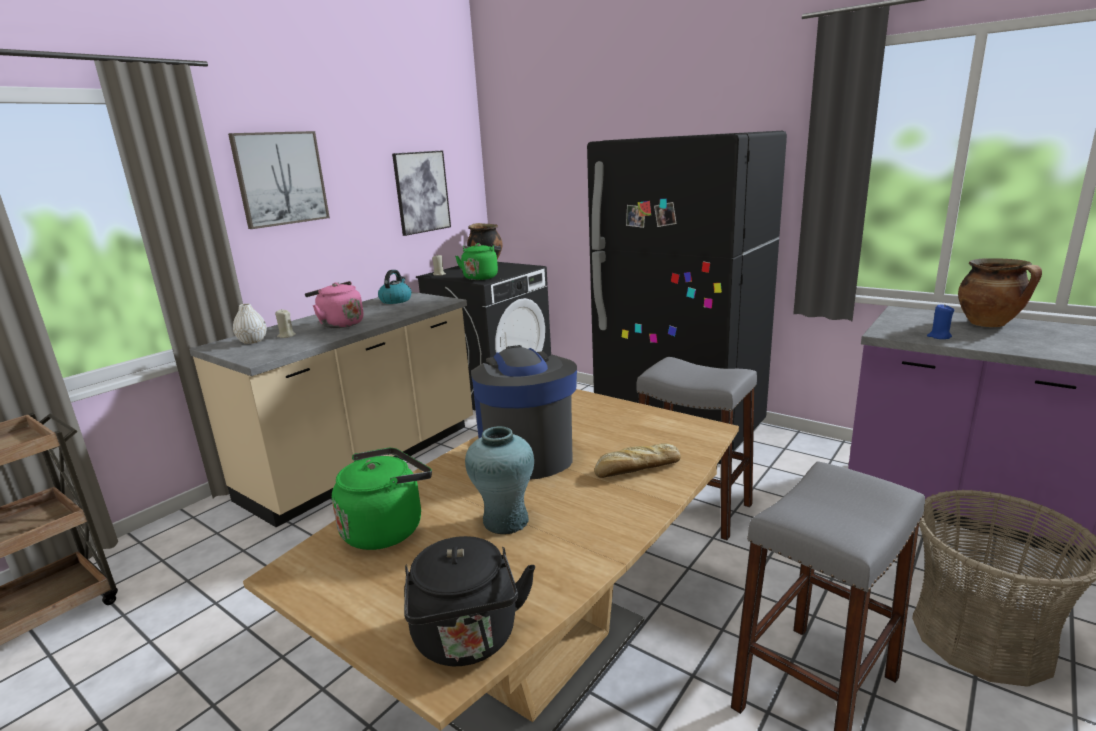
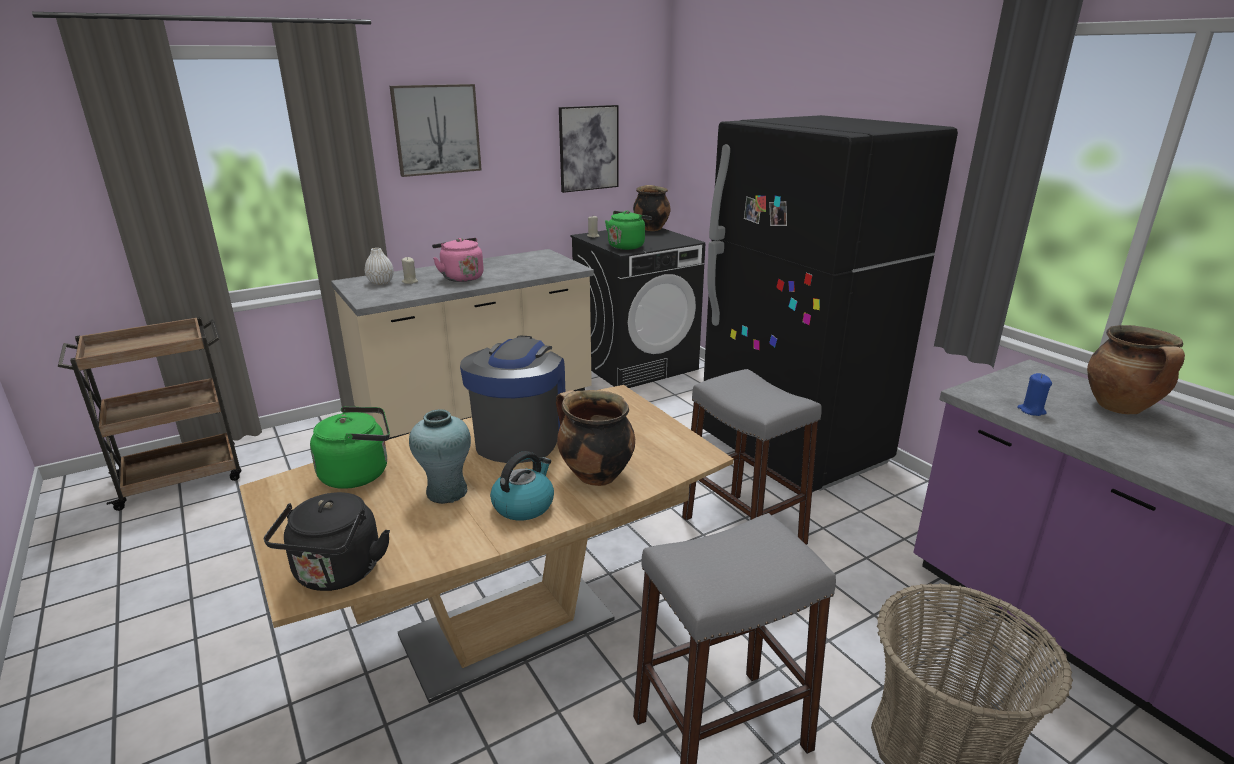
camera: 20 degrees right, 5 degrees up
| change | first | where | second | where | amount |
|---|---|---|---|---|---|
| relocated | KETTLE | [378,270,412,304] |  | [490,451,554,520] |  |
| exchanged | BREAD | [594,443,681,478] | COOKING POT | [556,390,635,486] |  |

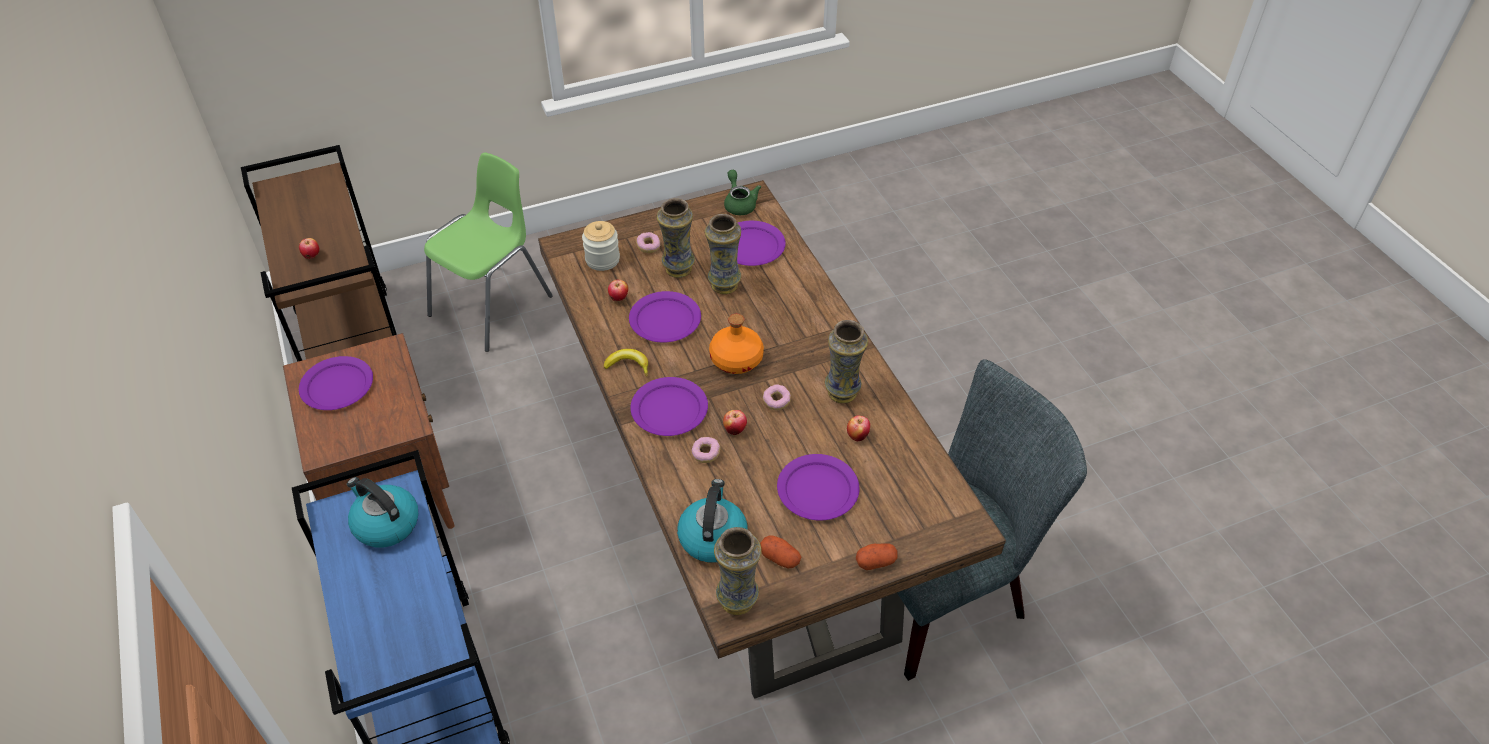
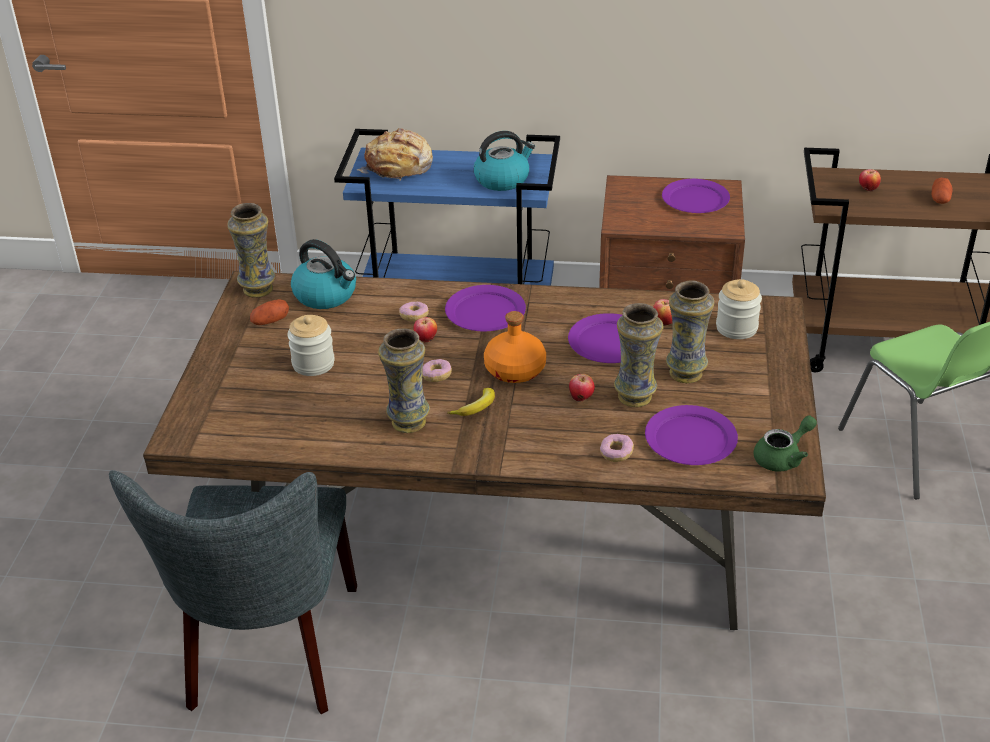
camera: 120 degrees right, 10 degrees down
| change | first | where | second | where | amount |
|---|---|---|---|---|---|
| appeared |  |  | BREAD | [357,128,433,181] |  |
| relocated | BANANA | [604,349,648,376] |  | [447,388,495,416] |  |
| relocated | DONUT | [636,232,660,253] |  | [600,434,634,462] |  |
| relocated | APPLE | [847,415,870,441] |  | [569,374,595,402] |  |
| relocated | POTATO | [856,543,898,570] |  | [932,178,952,204] |  |
| exchanged | PURPLE PLATE | [777,454,860,521] | JAR | [287,315,335,376] |  |
| spun | GREEN TEAPOT | [724,170,761,215] |  | [754,416,817,472] | 45 degrees counterclockwise |

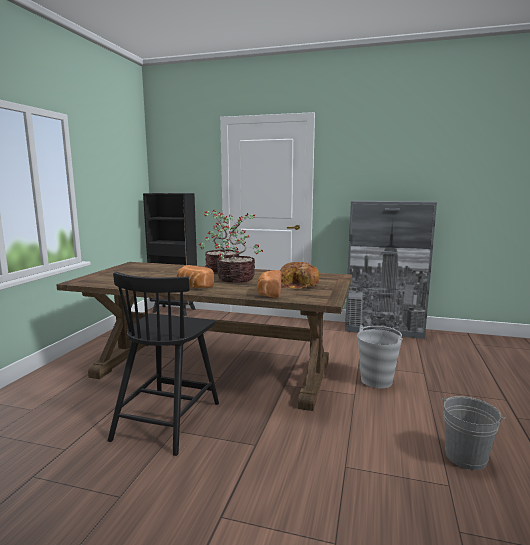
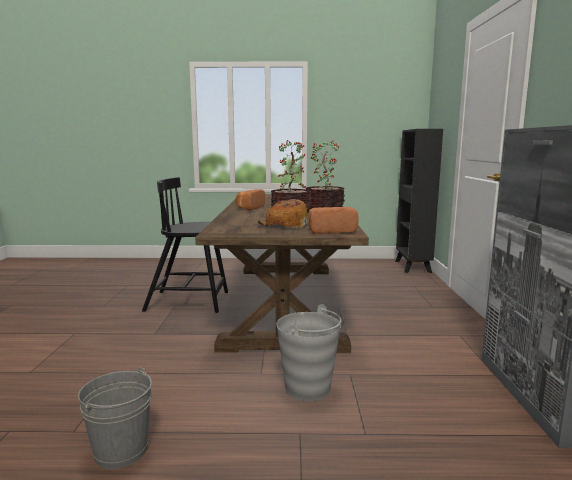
camera: 75 degrees right, 0 degrees up
| change | first | where | second | where | amount |
|---|---|---|---|---|---|
| relocated | BREAD | [257,270,281,298] |  | [308,207,359,234] |  |

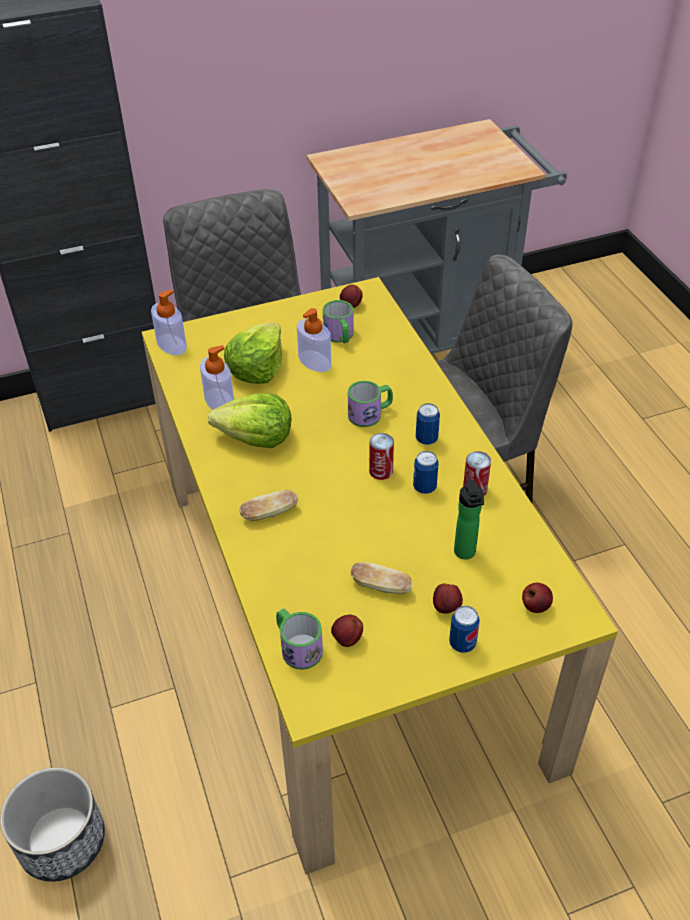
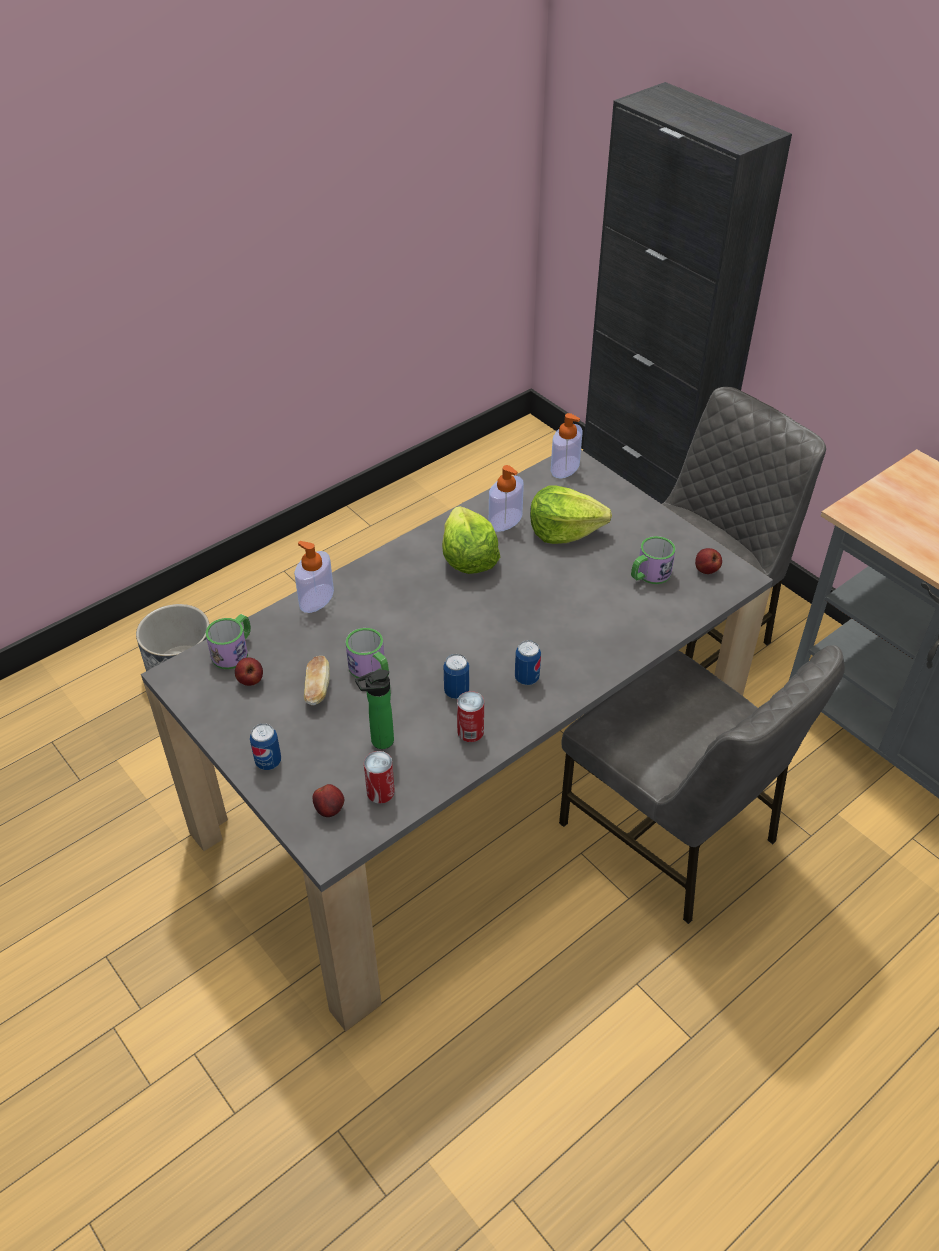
camera: 70 degrees right, 0 degrees up
| change | first | where | second | where | amount |
|---|---|---|---|---|---|
| missing | BREAD | [239,489,298,521] |  |  |  |
| missing | APPLE | [433,584,463,614] |  |  |  |
| relocated | SOAP DISPENSER | [297,308,331,372] |  | [294,541,334,613] |  |
| relocated | MUG | [348,381,393,427] |  | [345,628,389,678] |  |
| relocated | CAN | [369,433,394,480] |  | [364,751,395,804] |  |
| colour | YELLOW DINING TABLE | [142,277,618,874] | GREY DINING TABLE | [141,450,773,1031] |  |

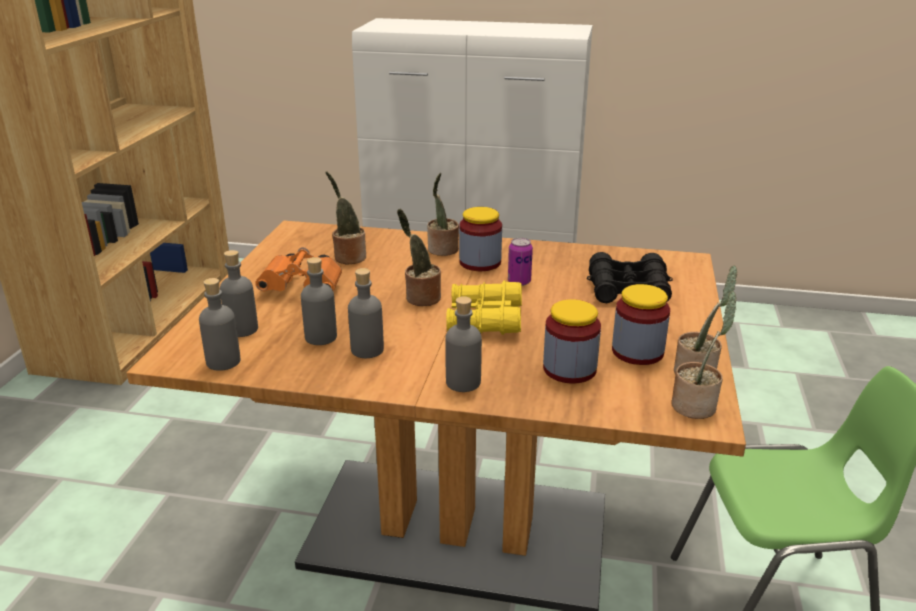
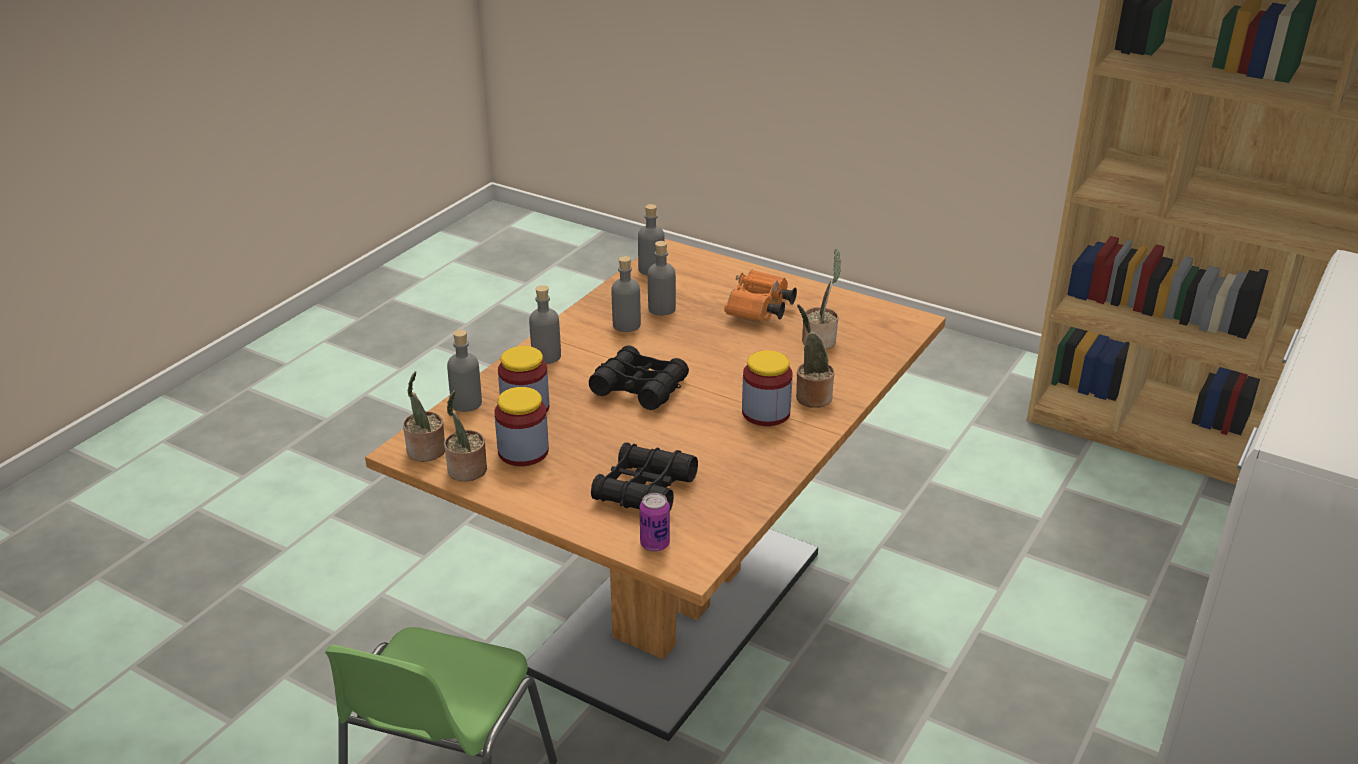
camera: 110 degrees right, 5 degrees up
| change | first | where | second | where | amount |
|---|---|---|---|---|---|
| missing | POTTED PLANT | [397,209,441,306] |  |  |  |
| relocated | GREY BOTTLE | [220,250,258,337] |  | [447,330,482,412] |  |
| relocated | CAN | [508,238,533,286] |  | [640,493,670,552] |  |
| colour | YELLOW BINOCULARS | [446,280,522,335] | BLACK BINOCULARS | [589,345,689,410] |  |

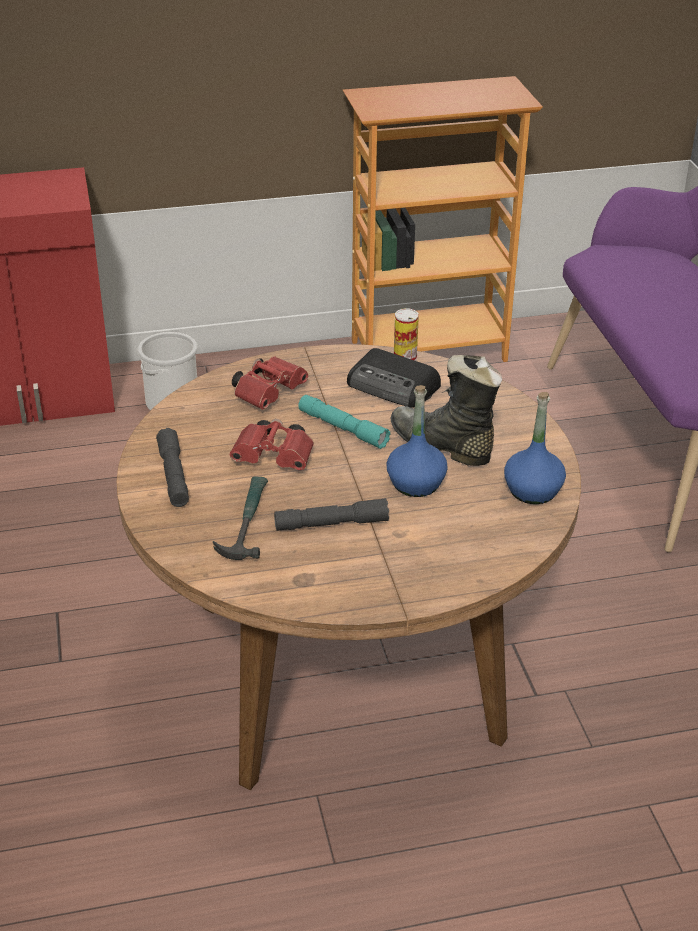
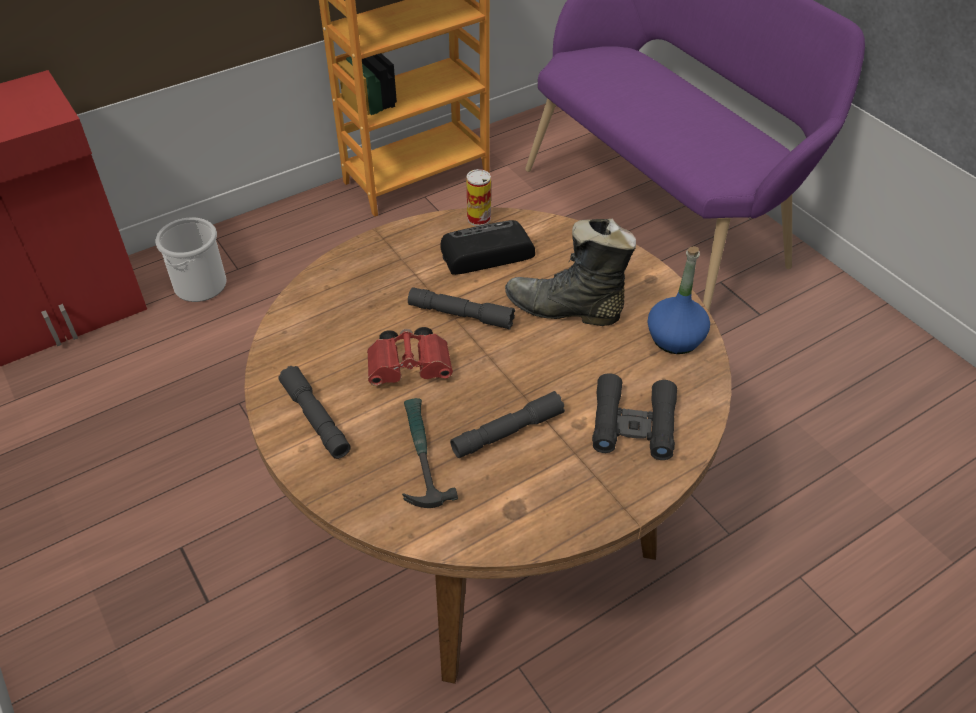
camera: 20 degrees left, 10 degrees up
| change | first | where | second | where | amount |
|---|---|---|---|---|---|
| missing | RED BINOCULARS | [232,356,308,410] |  |  |  |
| missing | BLUE BOTTLE | [387,385,448,497] |  |  |  |
| appeared |  |  | BLACK BINOCULARS | [592,373,677,460] |  |
| colour | TURQUOISE FLASHLIGHT | [298,395,391,449] | GREY FLASHLIGHT | [408,287,515,330] |  |
| spun | RADIO | [347,348,441,408] |  | [441,220,535,275] | 150 degrees clockwise |

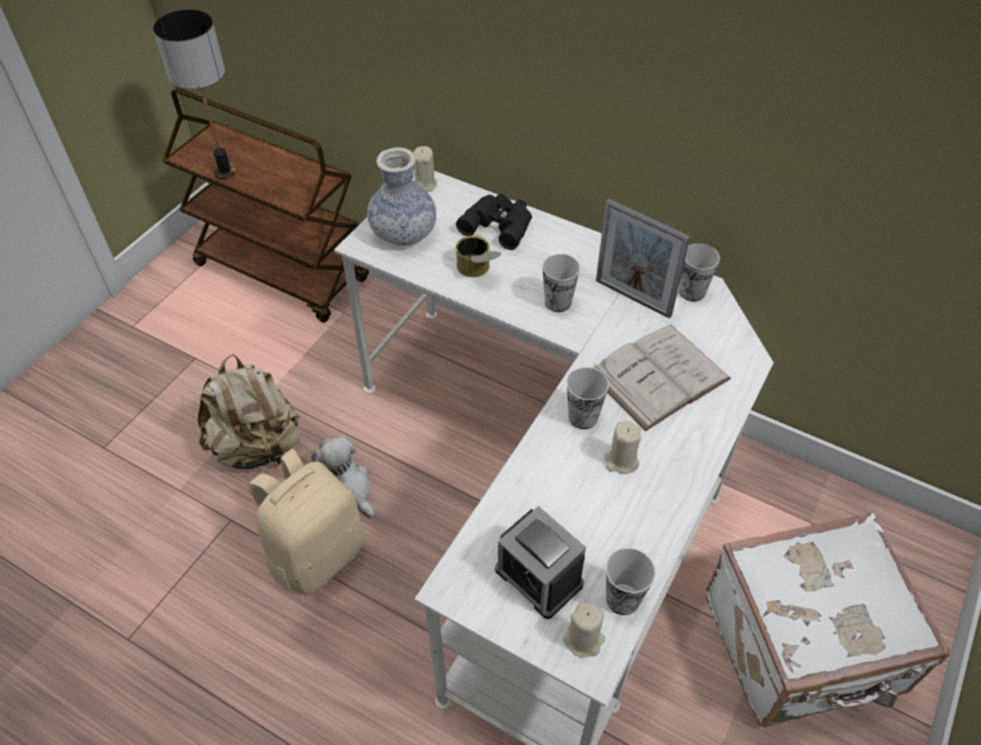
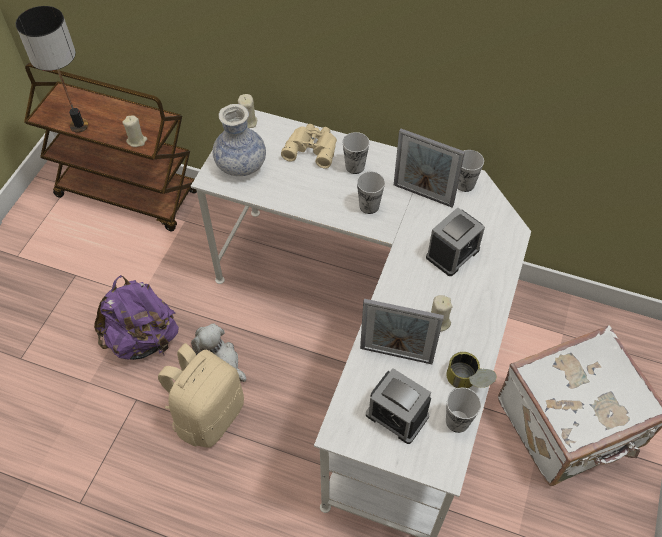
camera: 10 degrees left, 5 degrees up
| change | first | where | second | where | amount |
|---|---|---|---|---|---|
| appeared |  |  | PICTURE FRAME | [360,299,444,364] |  |
| relocated | CAN | [456,235,501,277] |  | [446,352,497,388] |  |
| relocated | BEIGE CANDLE | [563,603,605,658] |  | [122,116,147,147] |  |
| relocated | CUP | [567,367,609,429] |  | [343,132,370,174] |  |
| exchanged | WHITE BOOK | [594,325,731,431] | ALARM CLOCK | [426,208,485,276] |  |
| colour | BEIGE BACKPACK | [198,354,300,469] | PURPLE BACKPACK | [94,275,179,360] |  |
| colour | BLACK BINOCULARS | [456,194,532,250] | BEIGE BINOCULARS | [281,124,337,169] |  |

